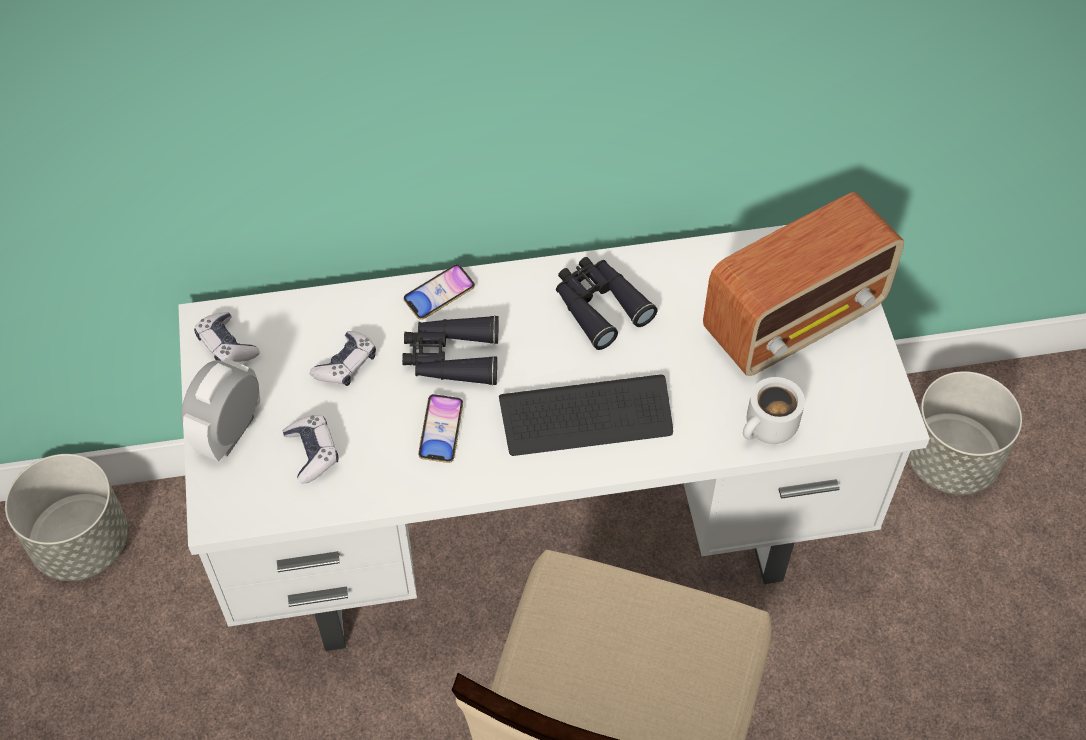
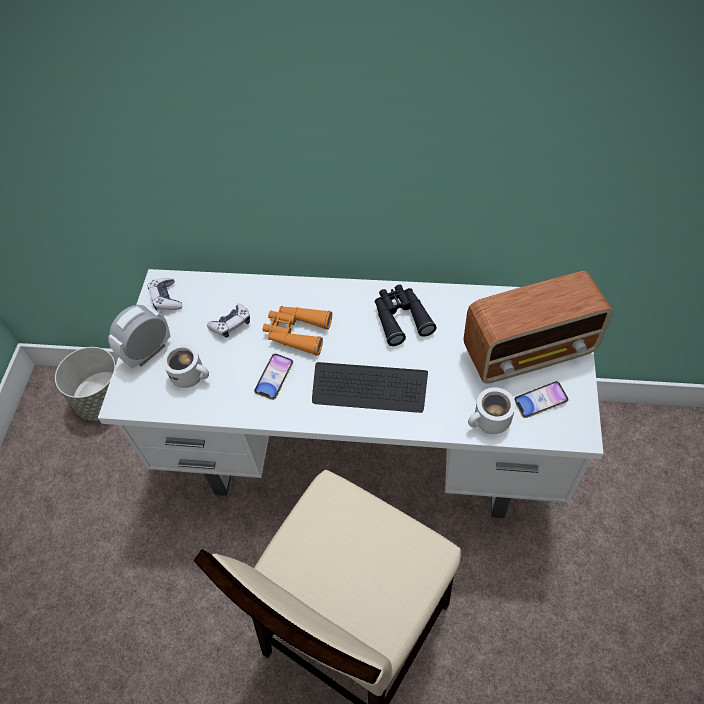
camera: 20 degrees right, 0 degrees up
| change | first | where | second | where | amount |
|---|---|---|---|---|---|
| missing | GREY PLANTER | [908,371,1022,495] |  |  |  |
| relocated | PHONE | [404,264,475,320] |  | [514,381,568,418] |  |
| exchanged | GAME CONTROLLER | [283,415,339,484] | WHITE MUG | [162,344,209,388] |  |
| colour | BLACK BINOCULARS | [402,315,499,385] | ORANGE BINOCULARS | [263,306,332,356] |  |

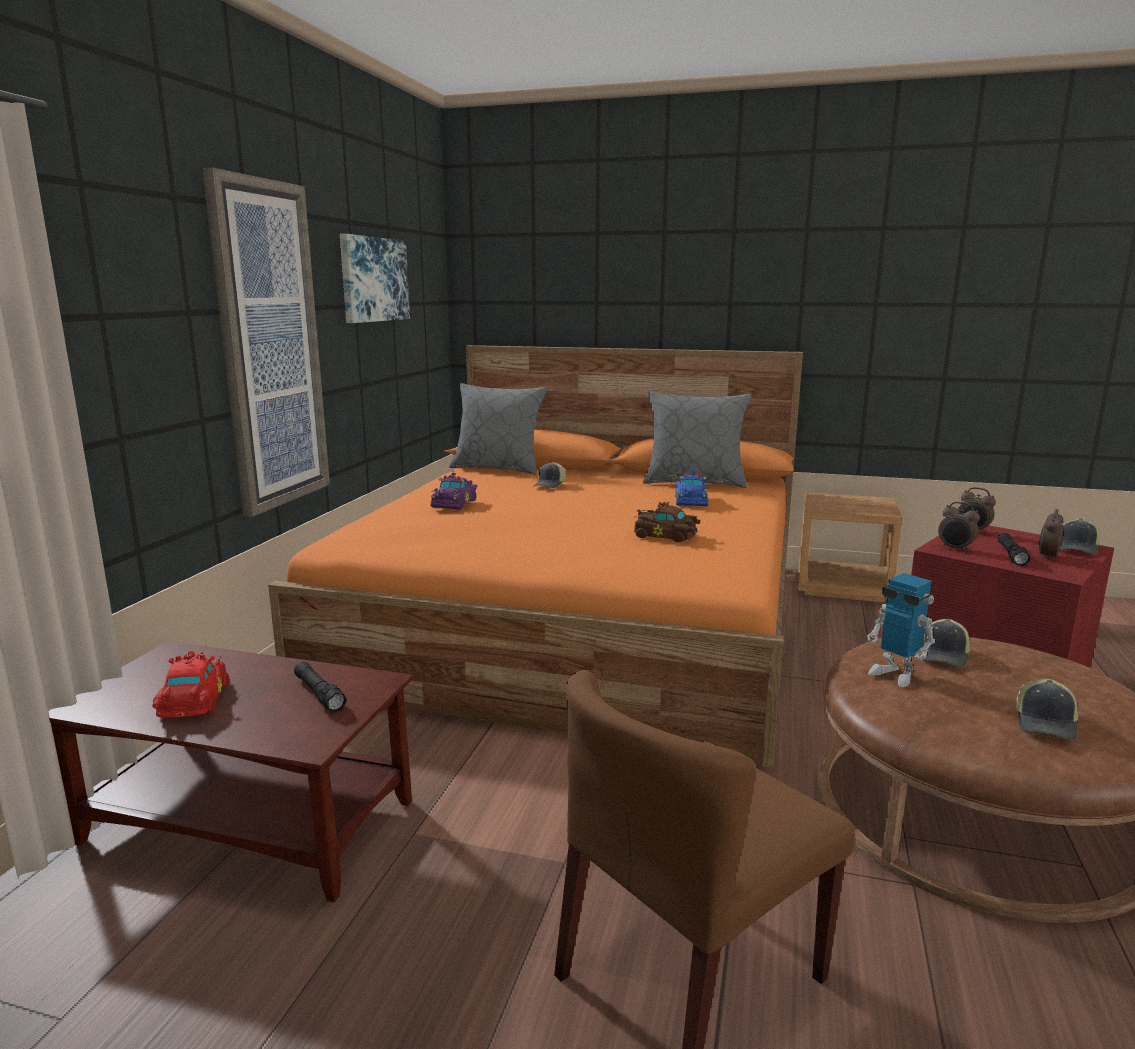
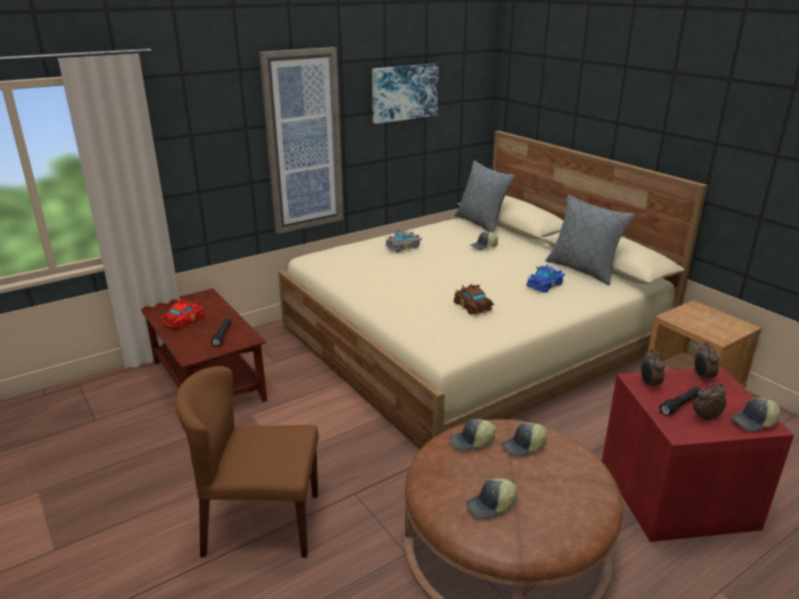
camera: 40 degrees right, 10 degrees up
| change | first | where | second | where | amount |
|---|---|---|---|---|---|
| exchanged | TOY ROBOT | [867,573,935,687] | CAP | [449,419,496,451] |  |
| colour | ORANGE BED | [268,345,803,768] | BEIGE BED | [278,131,708,449] |  |
| colour | PURPLE TOY CAR | [430,473,477,510] | GREY TOY CAR | [385,229,422,253] |  |

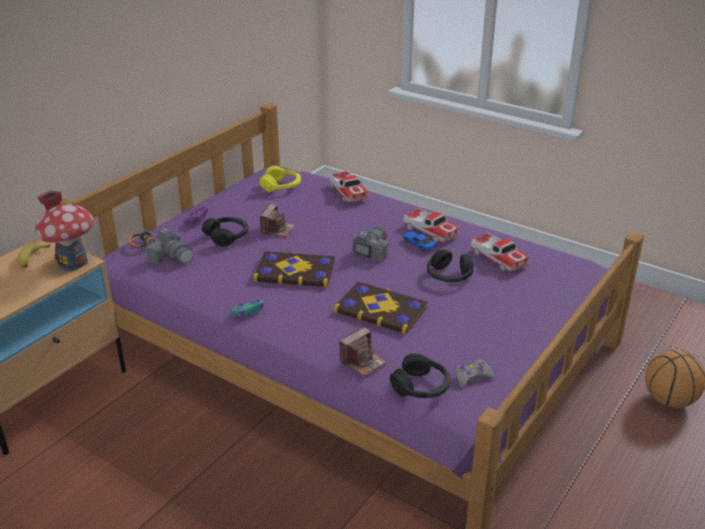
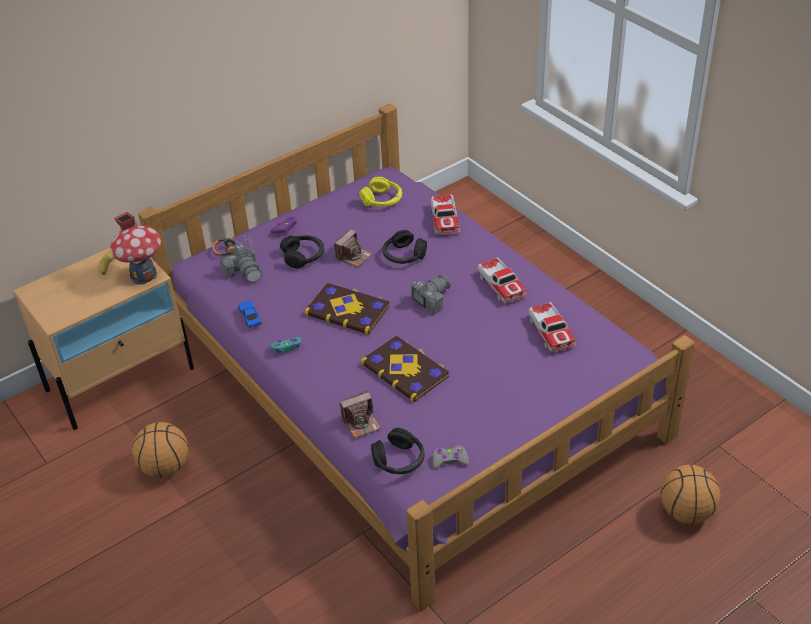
camera: 20 degrees right, 10 degrees up
| change | first | where | second | where | amount |
|---|---|---|---|---|---|
| appeared |  |  | BASKETBALL | [132,422,188,478] |  |
| relocated | TOY CAR | [403,231,437,251] |  | [238,301,262,328] |  |
| relocated | BLACK HEADPHONES | [427,249,473,282] |  | [383,230,427,264] |  |

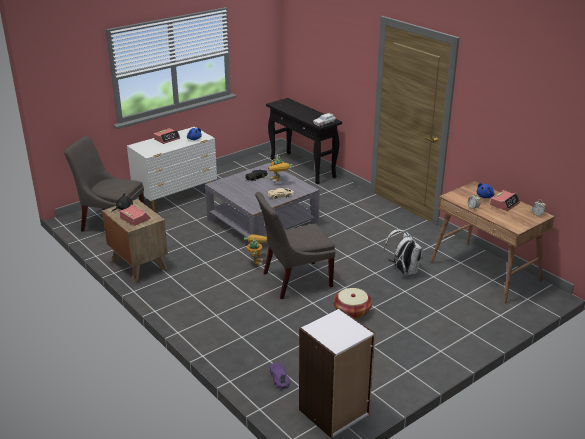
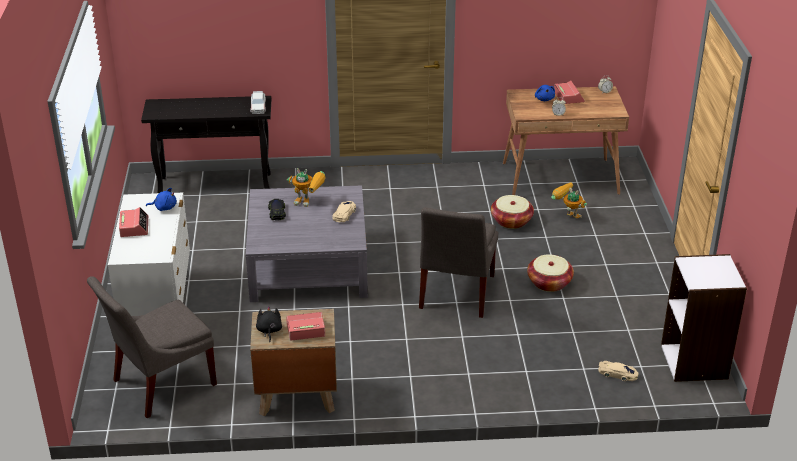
camera: 55 degrees left, 5 degrees up
| change | first | where | second | where | amount |
|---|---|---|---|---|---|
| relocated | TOY ROBOT | [244,234,267,266] |  | [551,182,587,218] |  |
| exchanged | WHITE BACKPACK | [384,229,423,276] | BASKET | [491,195,534,229] |  |
| colour | PURPLE TOY CAR | [270,362,290,389] | BEIGE TOY CAR | [598,361,638,381] |  |

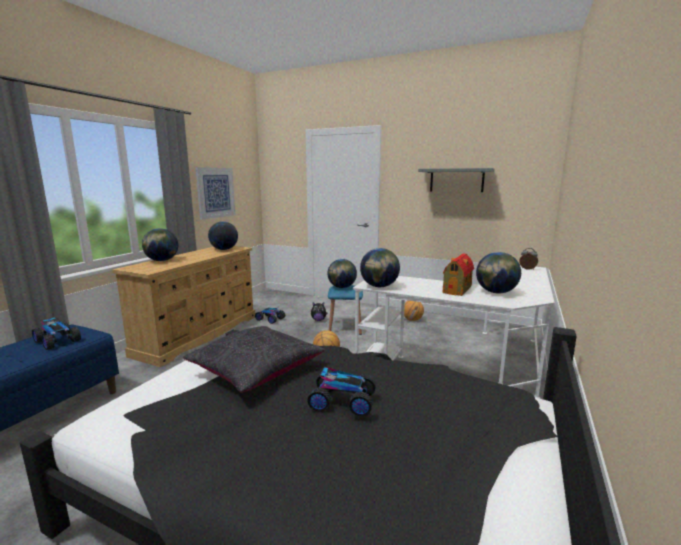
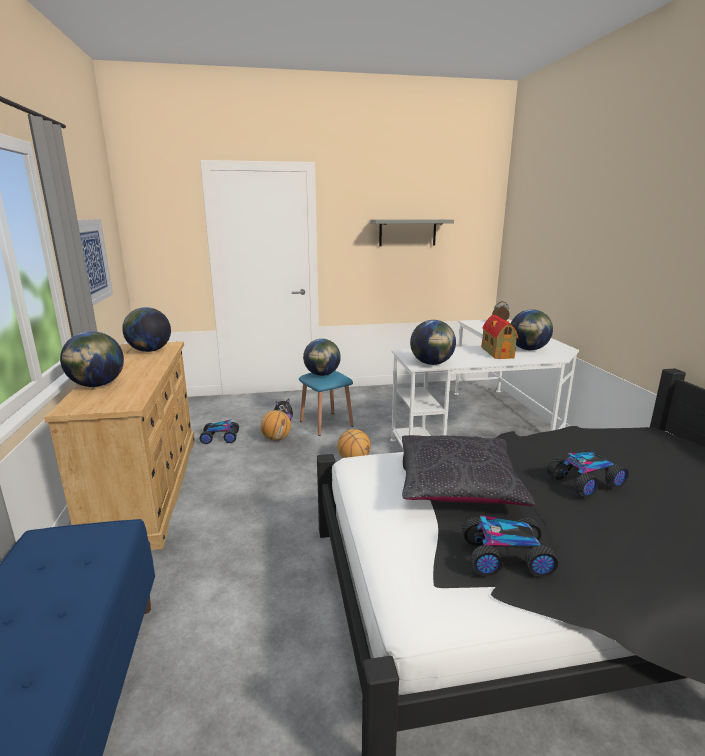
camera: 35 degrees left, 5 degrees up
| change | first | where | second | where | amount |
|---|---|---|---|---|---|
| relocated | TOY CAR | [32,317,81,350] |  | [462,515,558,577] |  |
| relocated | BASKETBALL | [404,301,424,321] |  | [260,410,291,441] |  |

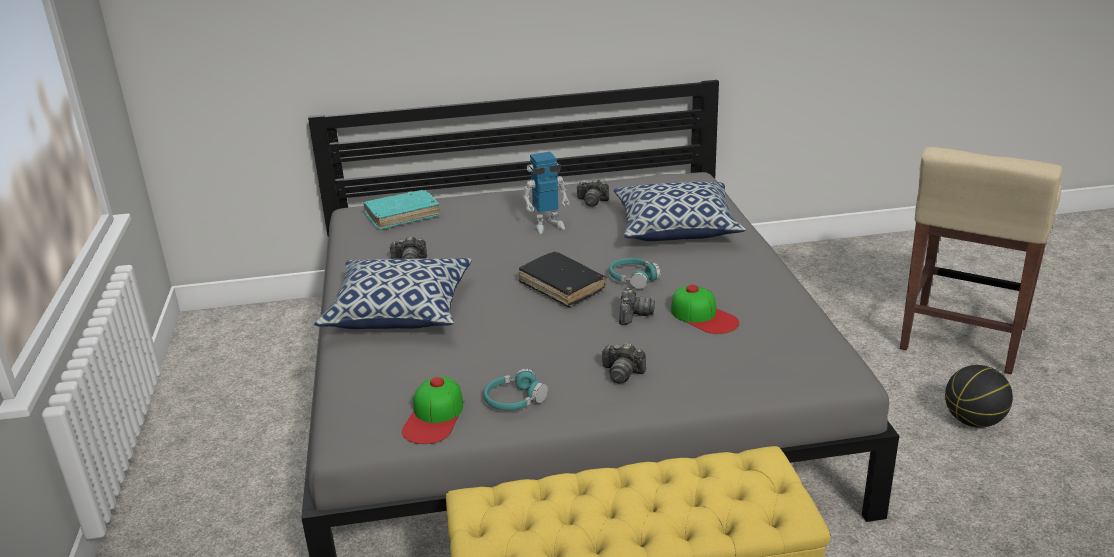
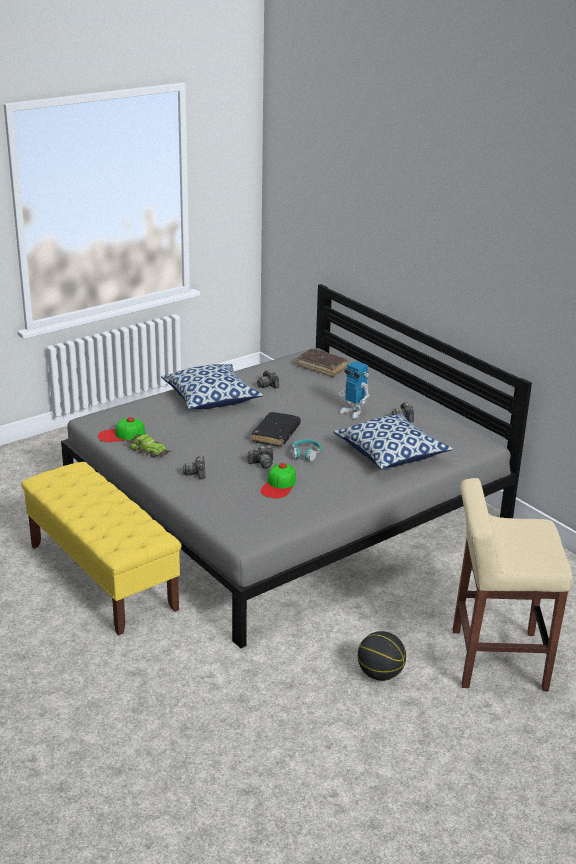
camera: 60 degrees right, 0 degrees up
| change | first | where | second | where | amount |
|---|---|---|---|---|---|
| exchanged | TURQUOISE HEADPHONES | [484,368,548,411] | TOY CAR | [126,434,172,458] |  |
| colour | TURQUOISE BOOK | [363,190,440,230] | BROWN BOOK | [297,348,349,377] |  |

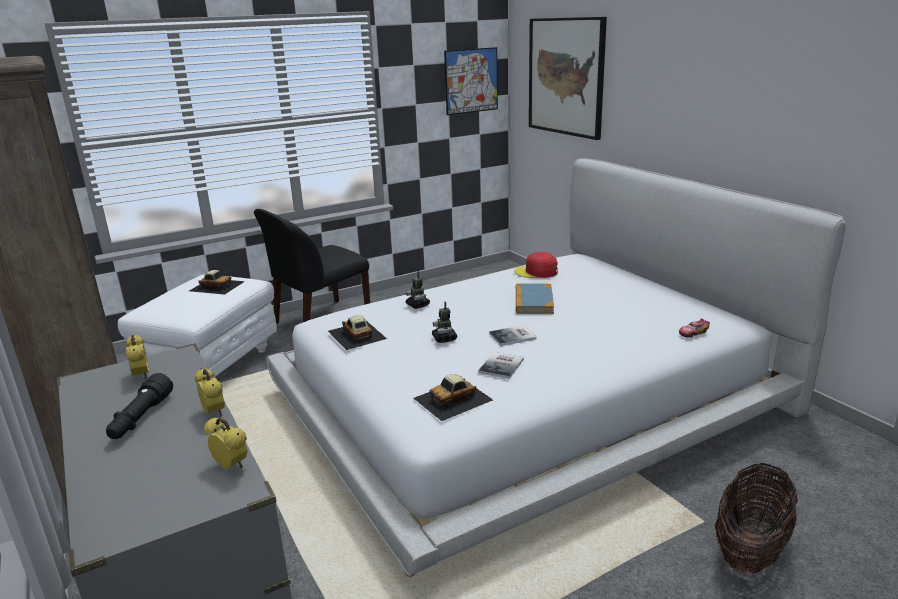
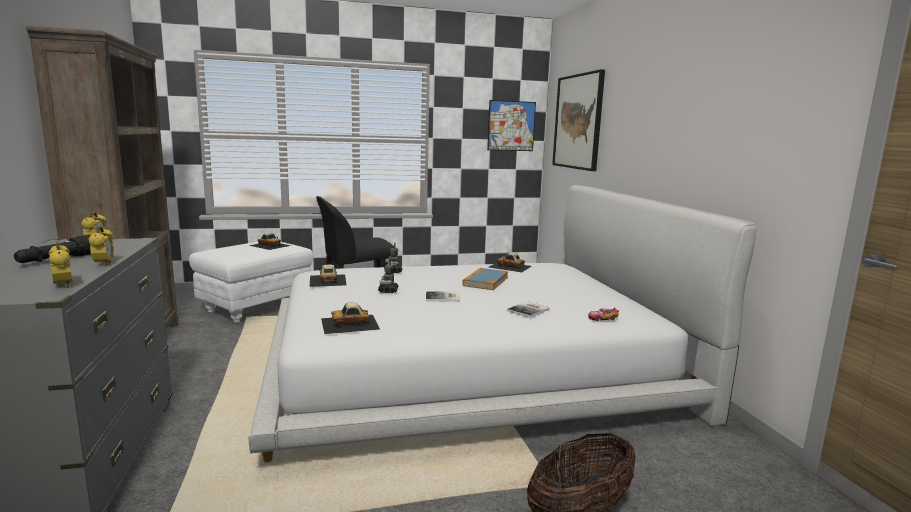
camera: 15 degrees right, 10 degrees down
| change | first | where | second | where | amount |
|---|---|---|---|---|---|
| relocated | BOOK | [478,352,524,379] |  | [507,301,550,318] |  |
| exchanged | RED CAP | [514,252,558,278] | TOY CAR | [489,252,532,272] |  |

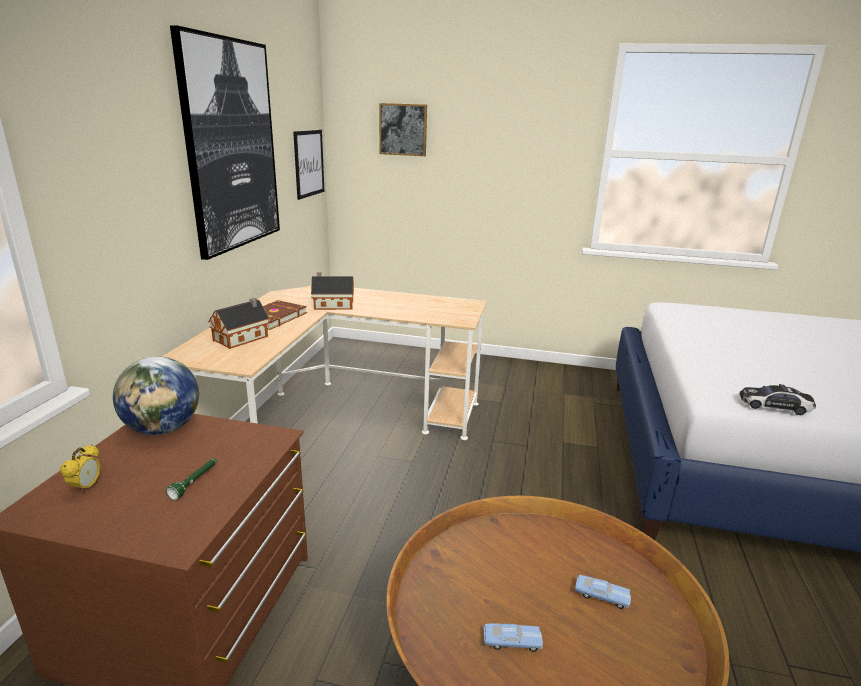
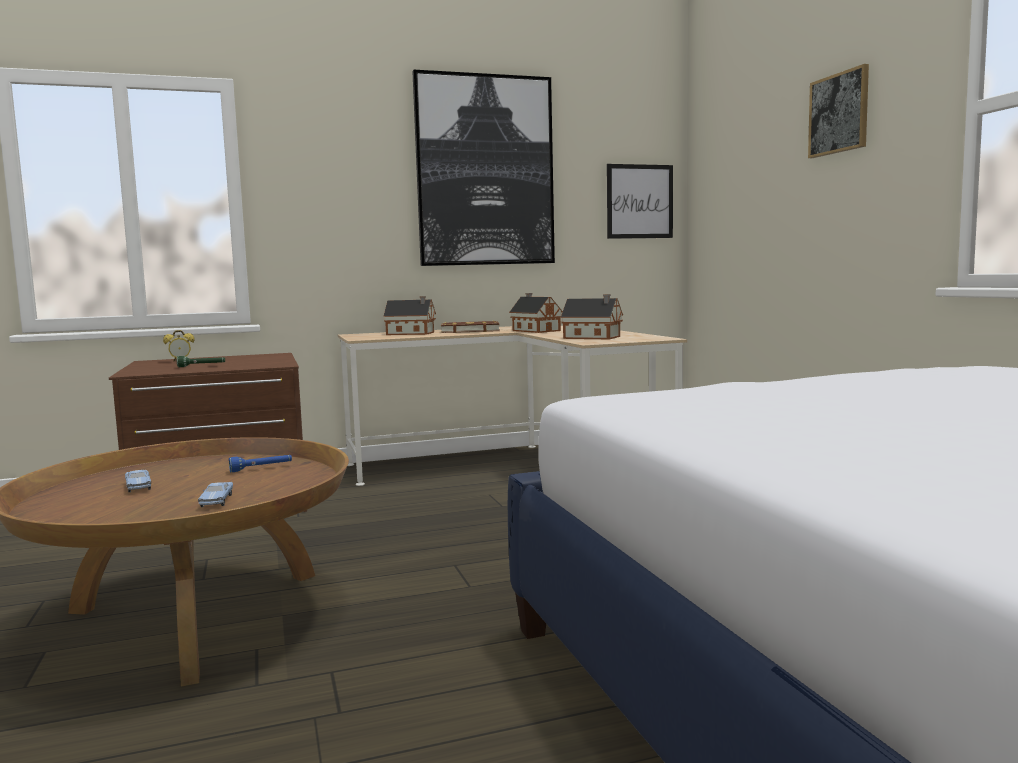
camera: 60 degrees right, 15 degrees down
| change | first | where | second | where | amount |
|---|---|---|---|---|---|
| missing | GLOBE | [113,356,199,435] |  |  |  |
| missing | TOY CAR | [740,384,816,415] |  |  |  |
| appeared |  |  | BLUE FLASHLIGHT | [229,455,292,472] |  |
| appeared |  |  | TOY HOUSE | [561,294,623,339] |  |
| relocated | PICTURE | [379,103,427,156] |  | [808,64,869,158] |  |

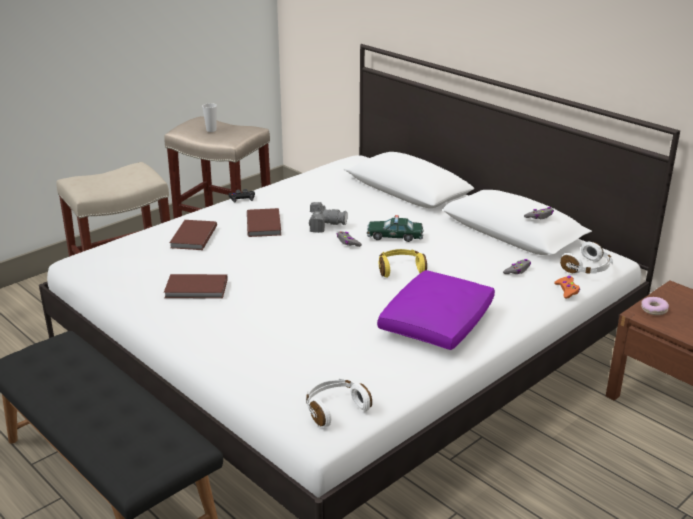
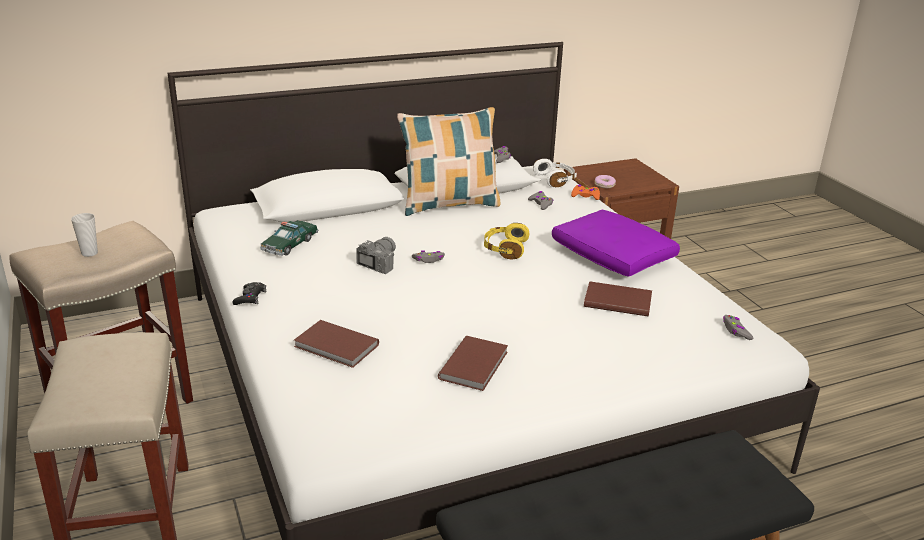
camera: 70 degrees left, 0 degrees up
| change | first | where | second | where | amount |
|---|---|---|---|---|---|
| appeared |  |  | PILLOW | [397,107,500,216] |  |
| relocated | BROWN BOOK | [247,208,281,237] |  | [584,281,652,317] |  |
| relocated | TOY CAR | [367,215,424,242] |  | [260,220,318,256] |  |
| exchanged | WHITE HEADPHONES | [306,379,372,427] | GREY GAME CONTROLLER | [723,315,753,340] |  |

